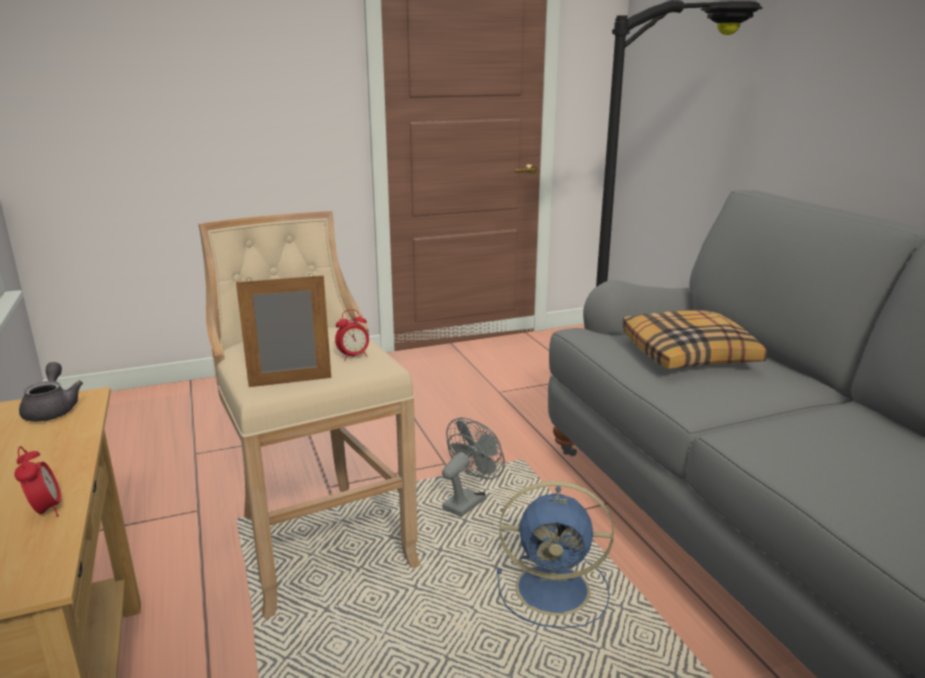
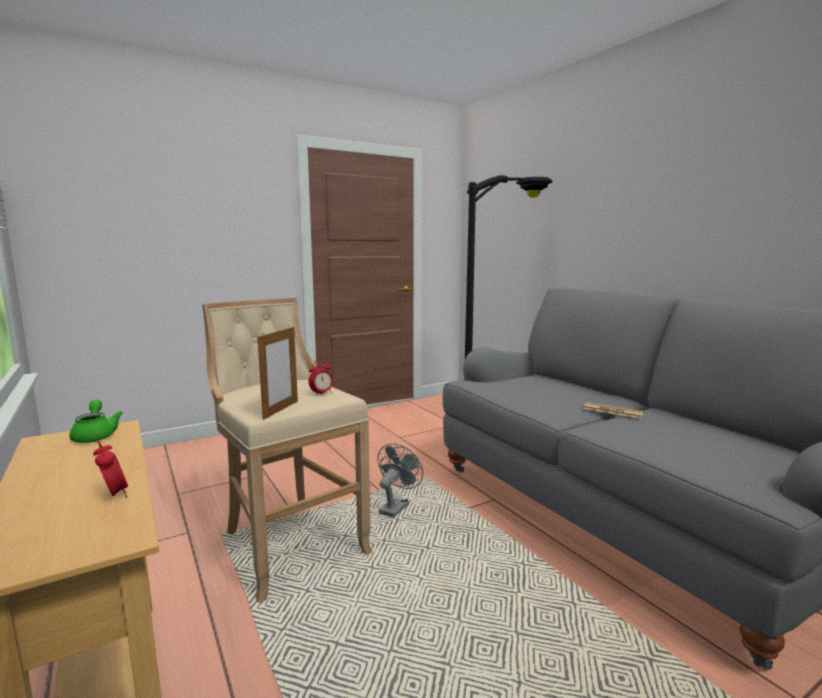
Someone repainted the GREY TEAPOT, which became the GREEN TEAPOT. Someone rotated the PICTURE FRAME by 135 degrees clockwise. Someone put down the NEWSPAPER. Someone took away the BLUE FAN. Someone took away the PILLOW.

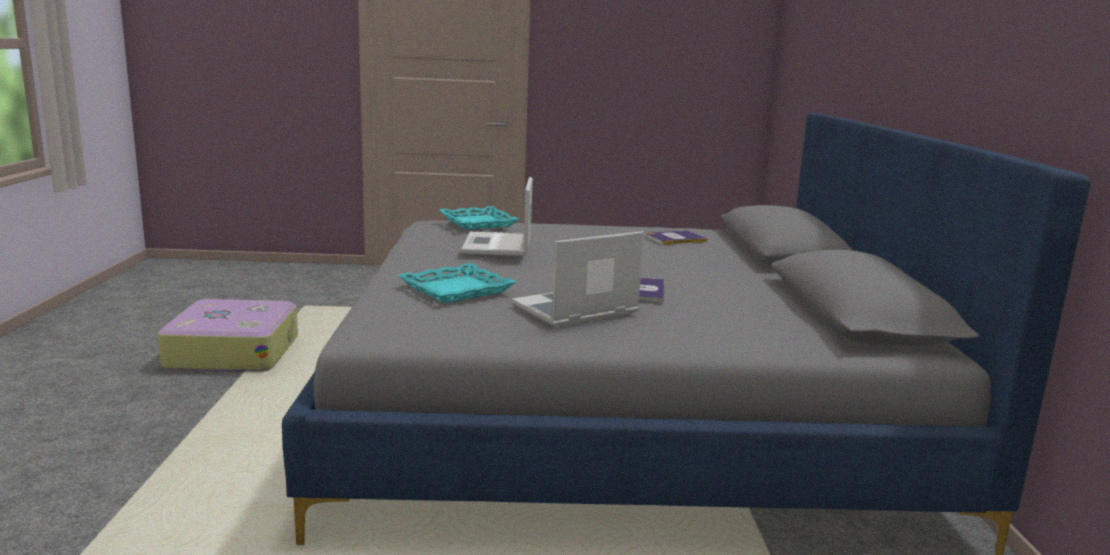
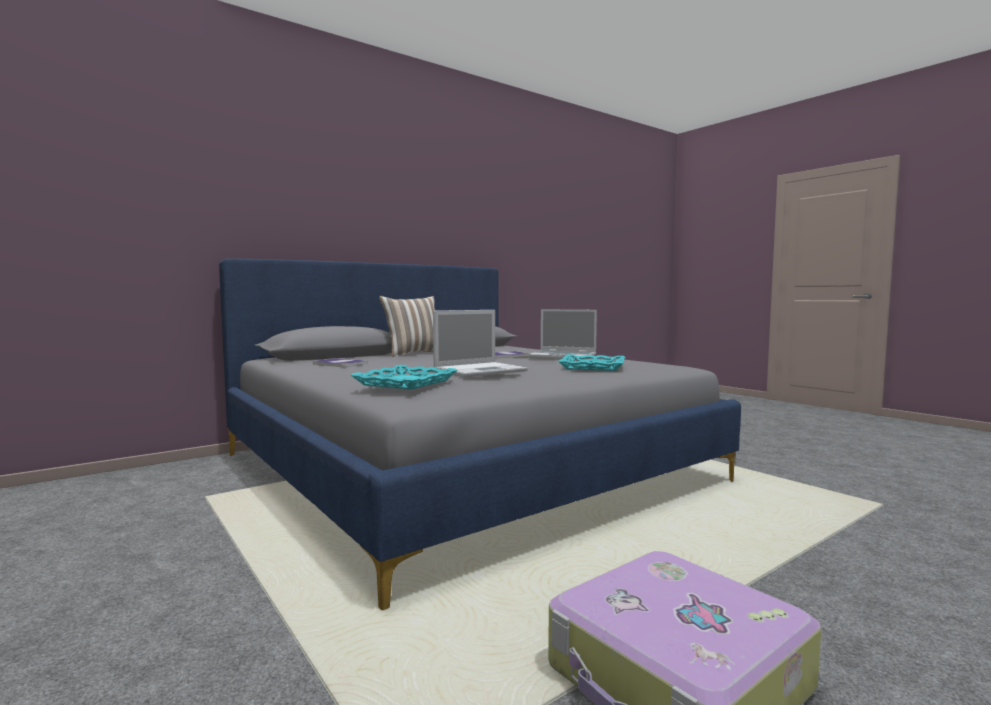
Someone put down the PILLOW.

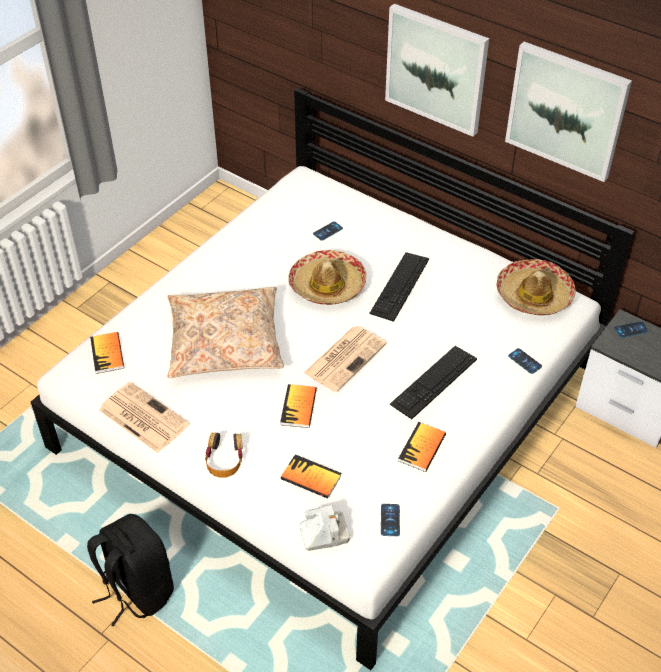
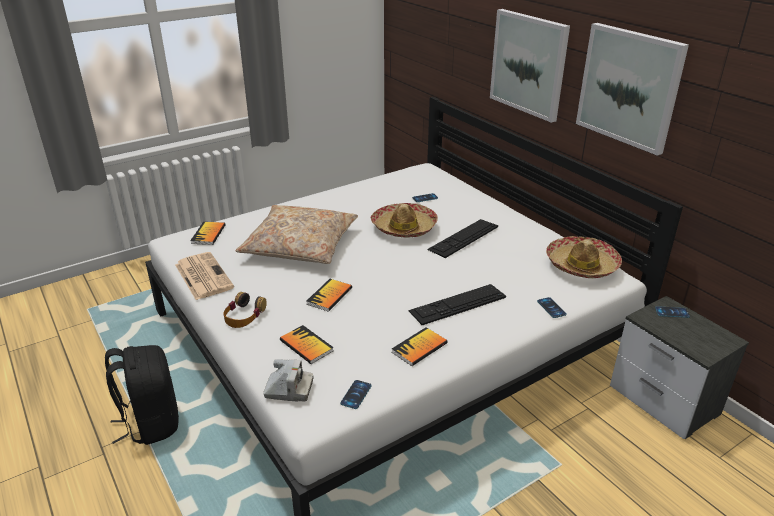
Someone took away the NEWSPAPER (2nd from left).

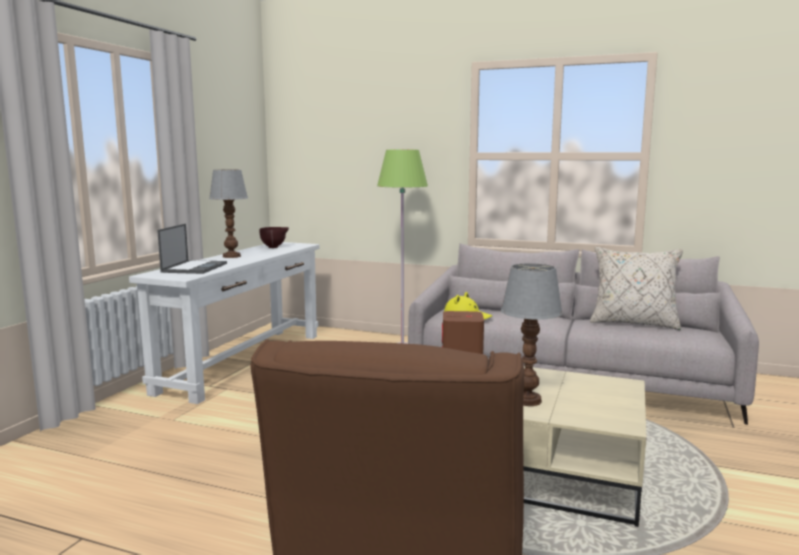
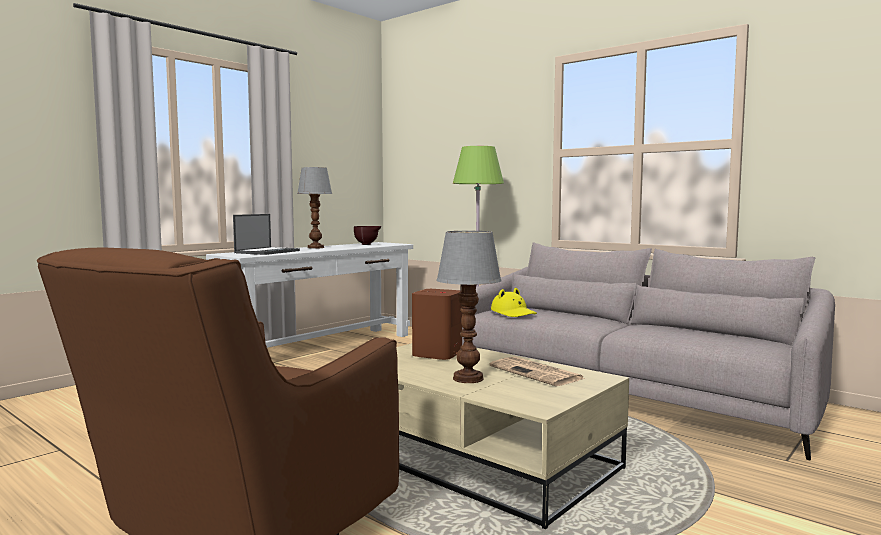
Someone put down the NEWSPAPER. Someone took away the BEIGE PILLOW.

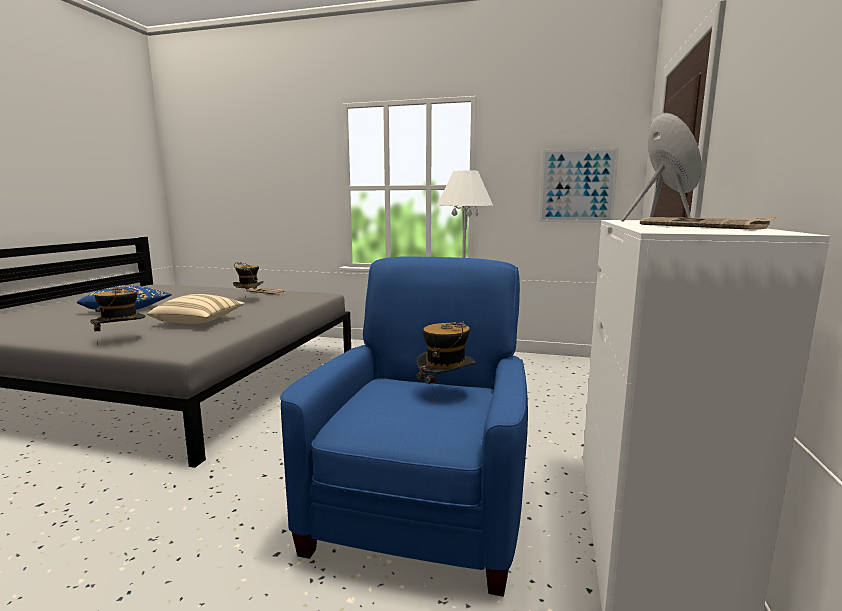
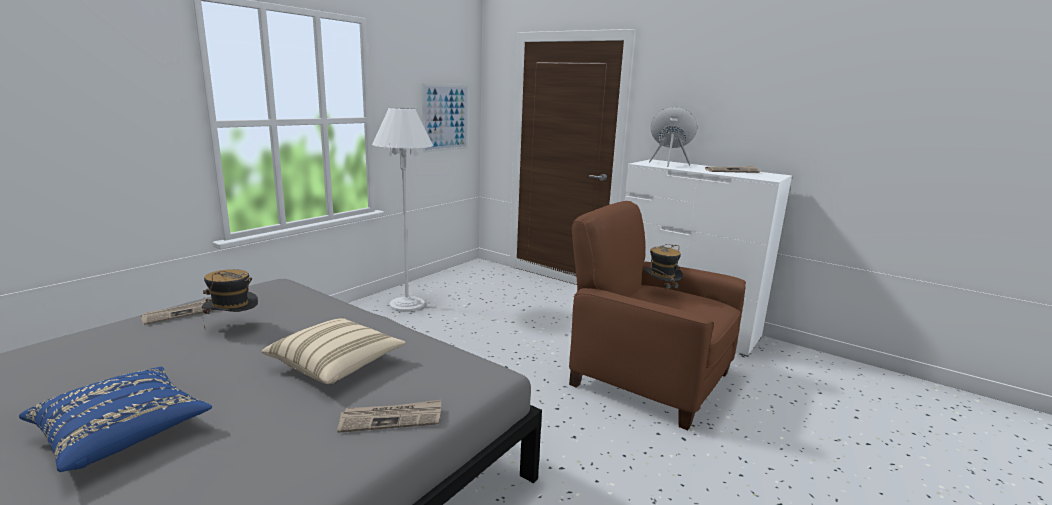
Someone swapped the HAT (1st from left) for the NEWSPAPER (2nd from left). Someone repainted the BLUE ARMCHAIR, which became the BROWN ARMCHAIR.

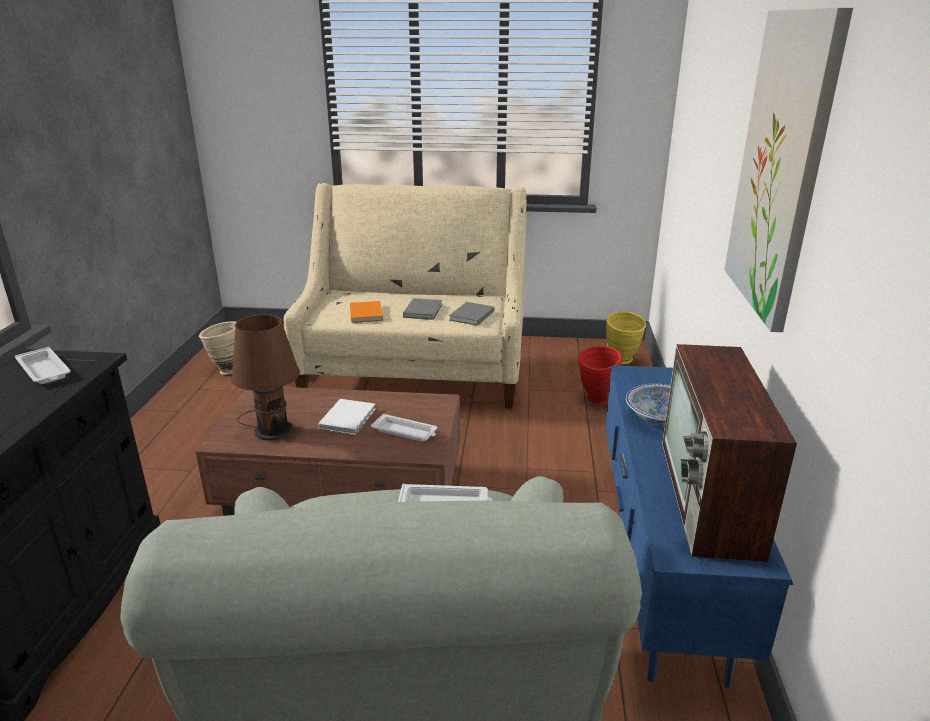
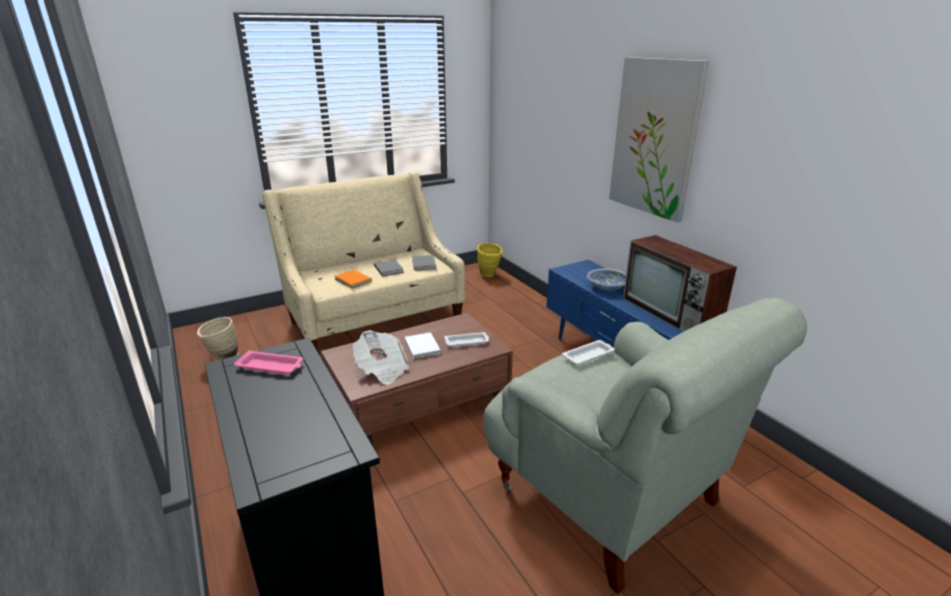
Someone repainted the WHITE TRAY (1st from left), which became the PINK TRAY. Someone swapped the BROWN TABLE LAMP for the NEWSPAPER. Someone took away the RED VASE.

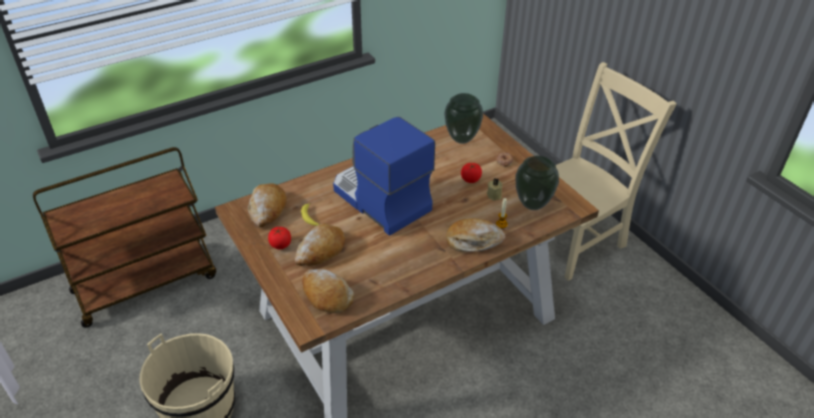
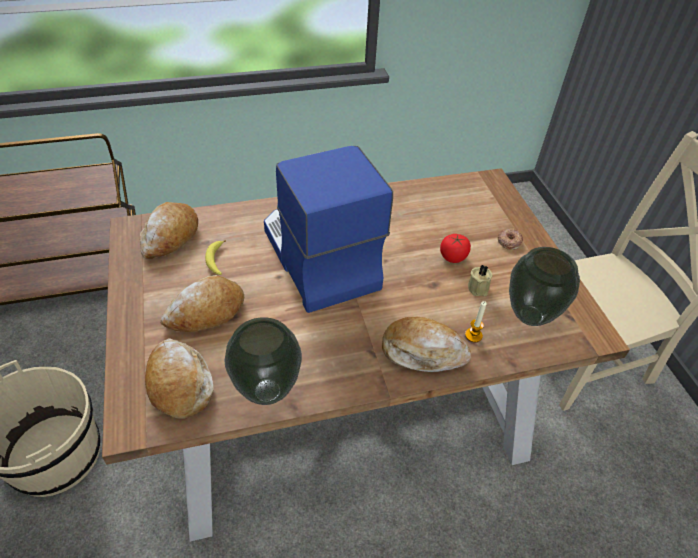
Someone carried the VASE (1st from left). Someone took away the TOMATO (1st from left).

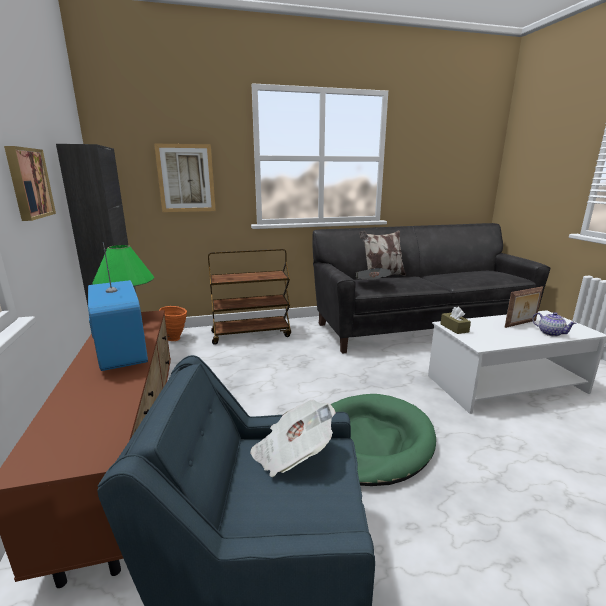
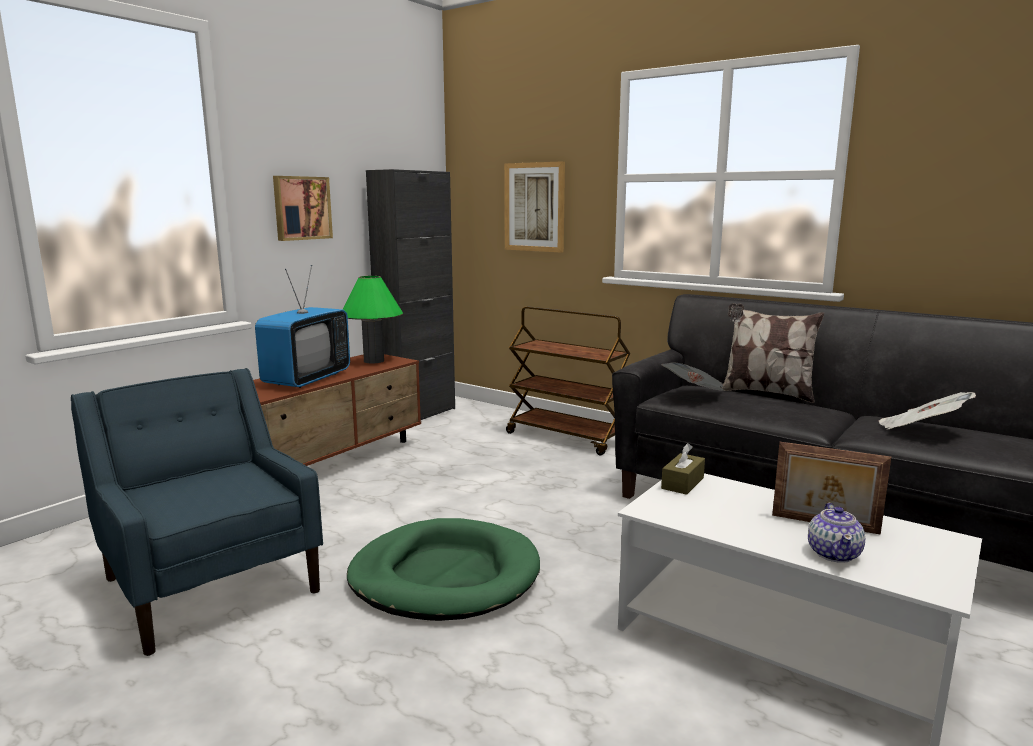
Someone carried the NEWSPAPER (1st from left in the first image). Someone took away the ORANGE VASE.

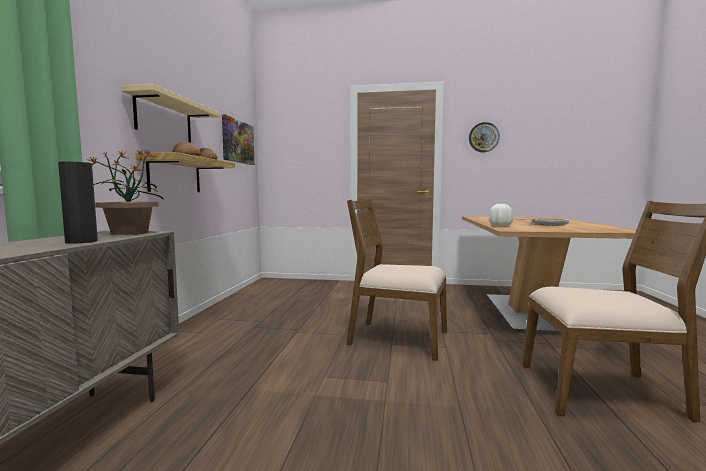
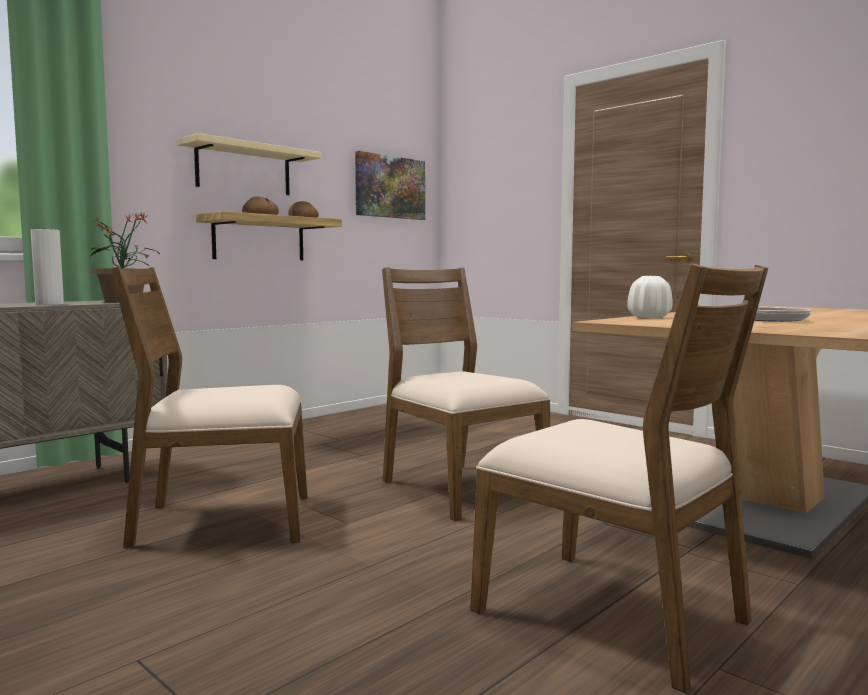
Someone repainted the BLACK VASE, which became the WHITE VASE (1st from left). Someone put down the BROWN CHAIR (1st from left). Someone took away the WALL CLOCK.

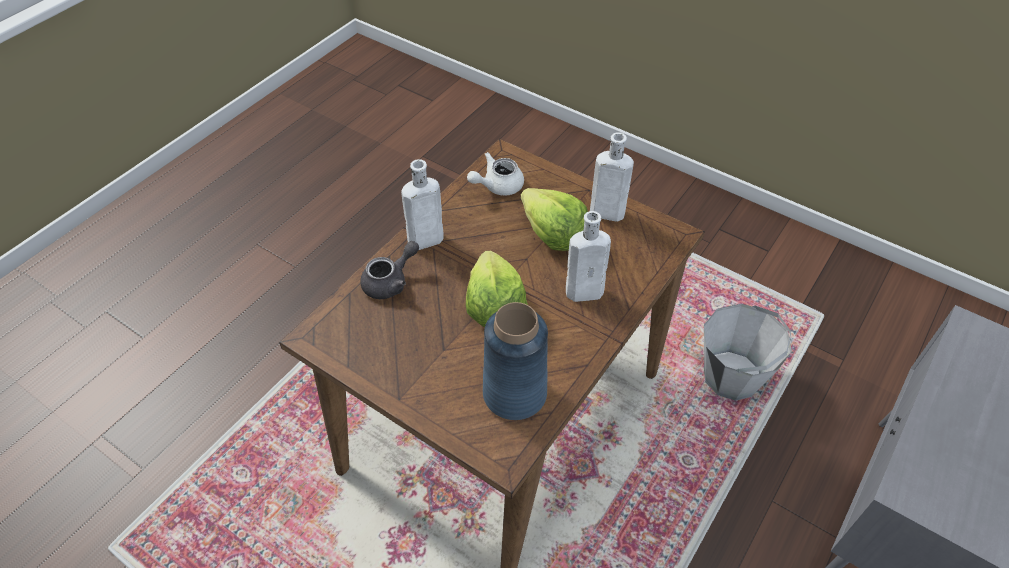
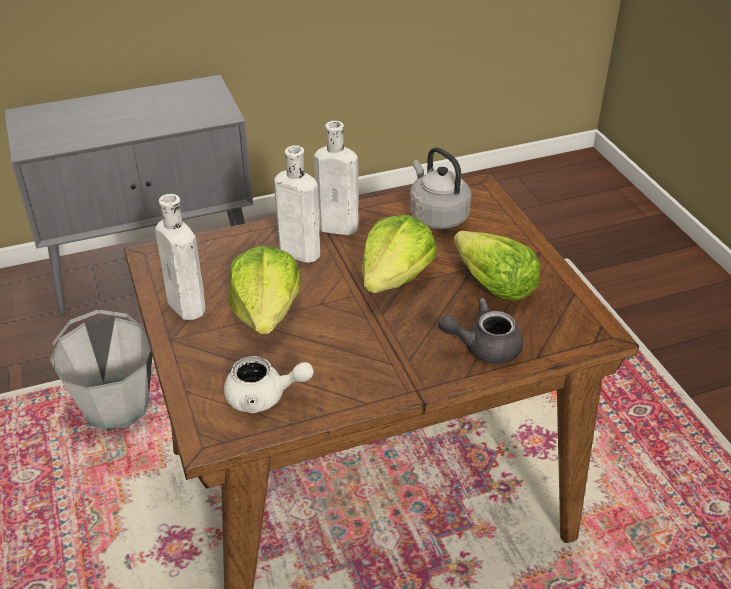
Someone carried the WHITE BOTTLE (1st from left in the first image). Someone swapped the BLUE VASE for the GREY KETTLE. Someone put down the LETTUCE (3rd from left).

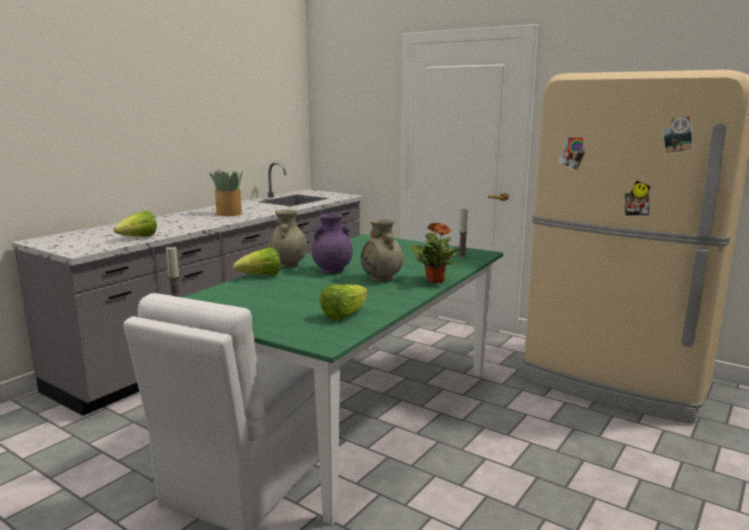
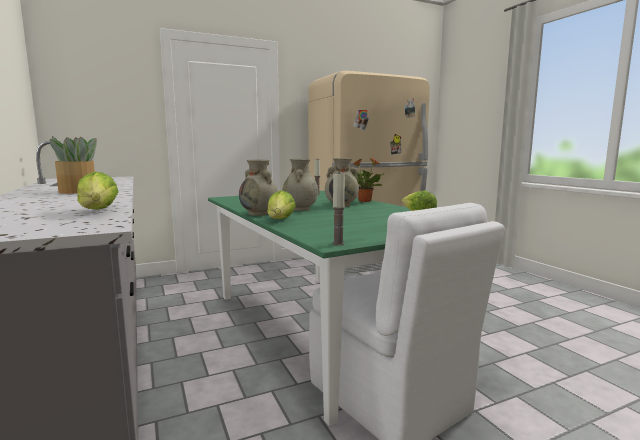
Someone repainted the PURPLE VASE, which became the BEIGE VASE (2nd from left).

